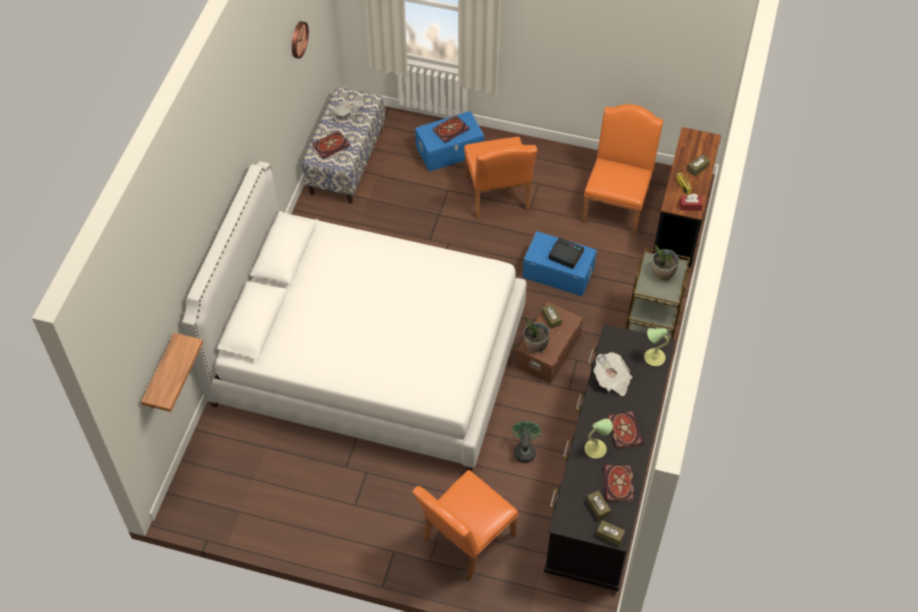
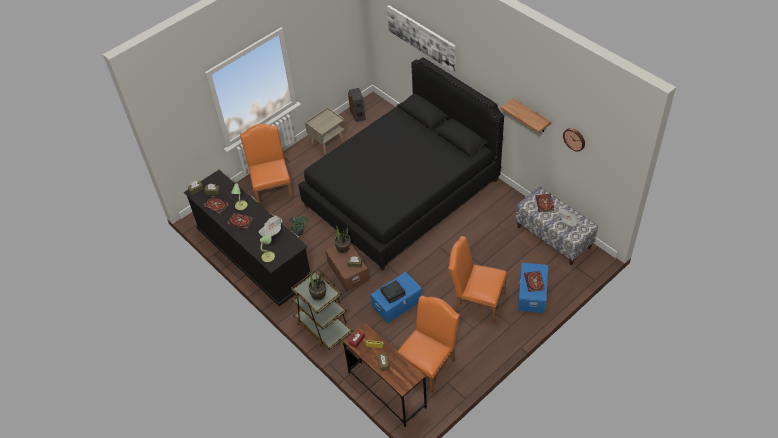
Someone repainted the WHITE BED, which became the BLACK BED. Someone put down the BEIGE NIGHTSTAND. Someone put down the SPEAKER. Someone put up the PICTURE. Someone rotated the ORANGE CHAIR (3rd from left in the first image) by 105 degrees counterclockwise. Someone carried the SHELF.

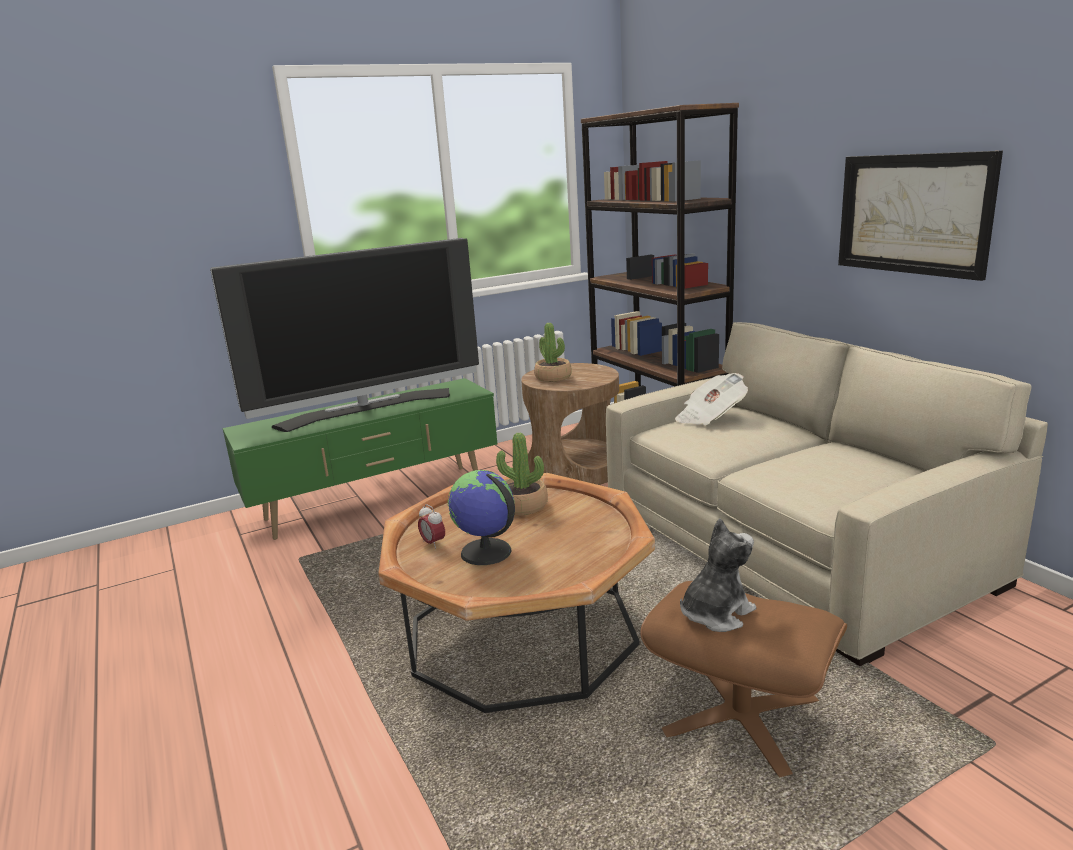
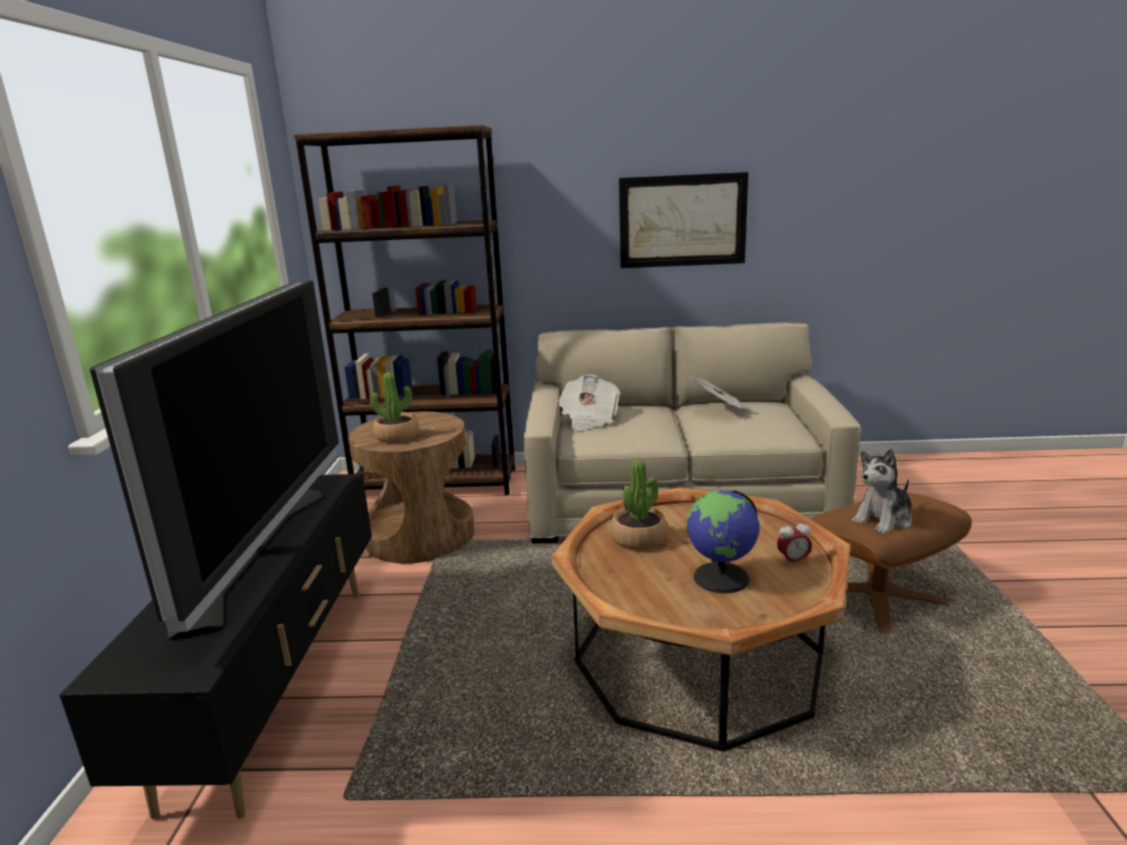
Someone repainted the GREEN TV STAND, which became the BLACK TV STAND. Someone put down the NEWSPAPER (2nd from left). Someone carried the ALARM CLOCK. Someone rotated the PLUSH TOY by 120 degrees counterclockwise.

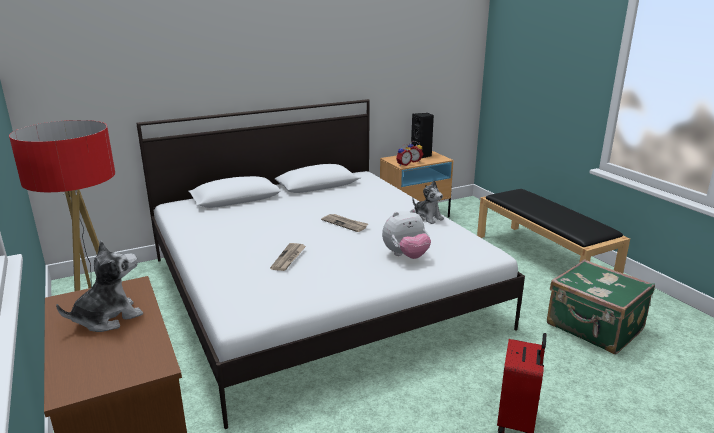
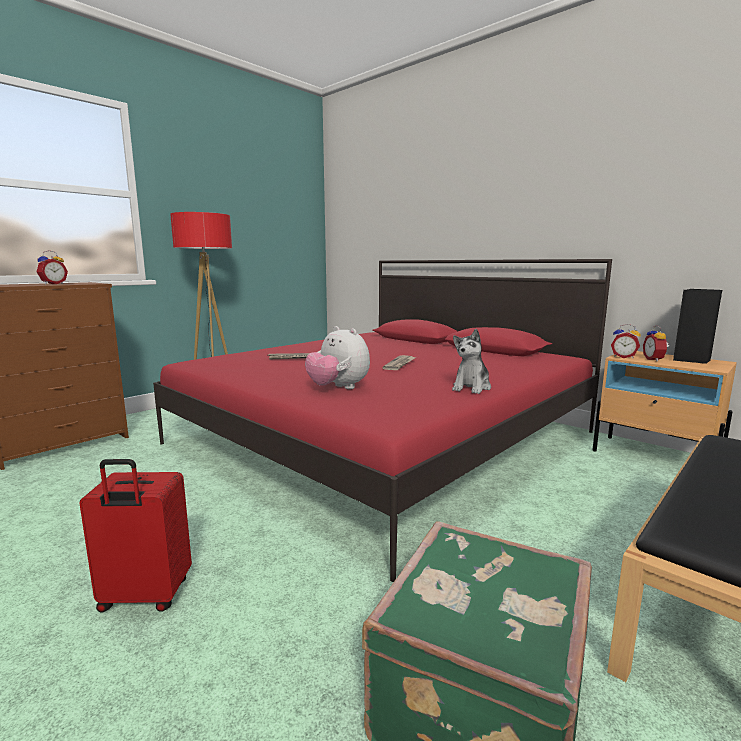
Someone swapped the PLUSH TOY (1st from left) for the ALARM CLOCK (1st from left). Someone repainted the WHITE BED, which became the RED BED.

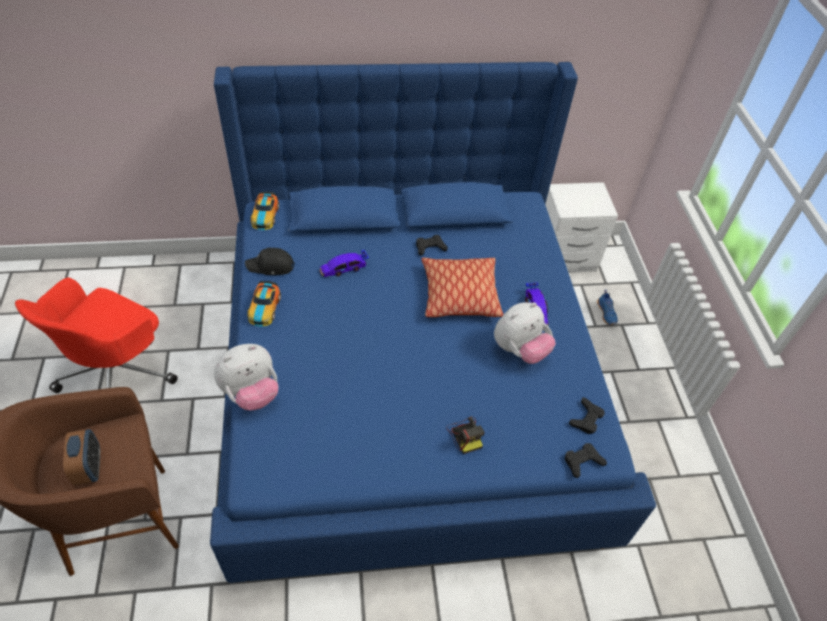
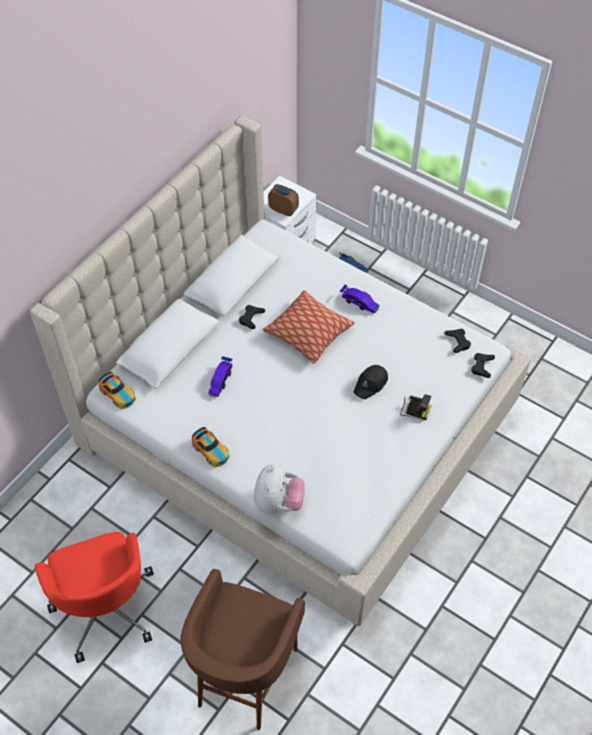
Someone repainted the BLUE BED, which became the BEIGE BED. Someone carried the ALARM CLOCK. Someone carried the BLACK CAP. Someone took away the PLUSH TOY (2nd from left).

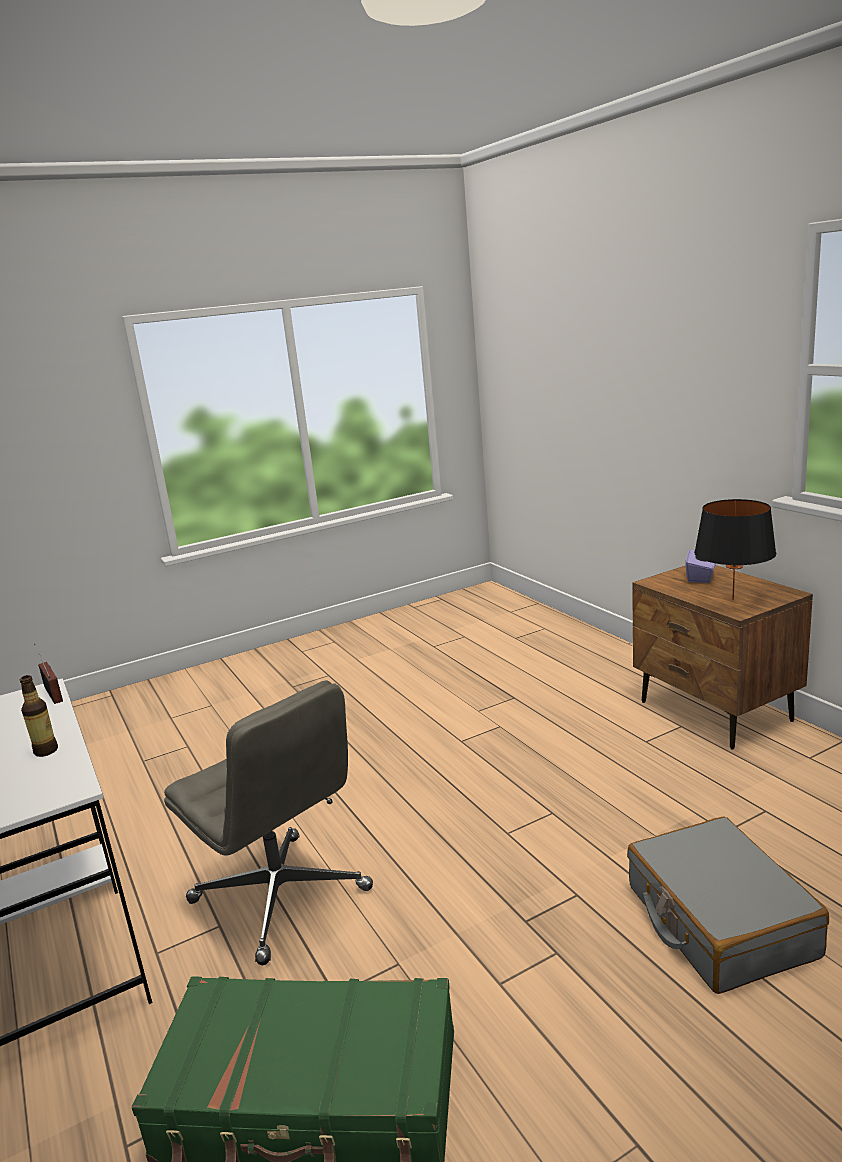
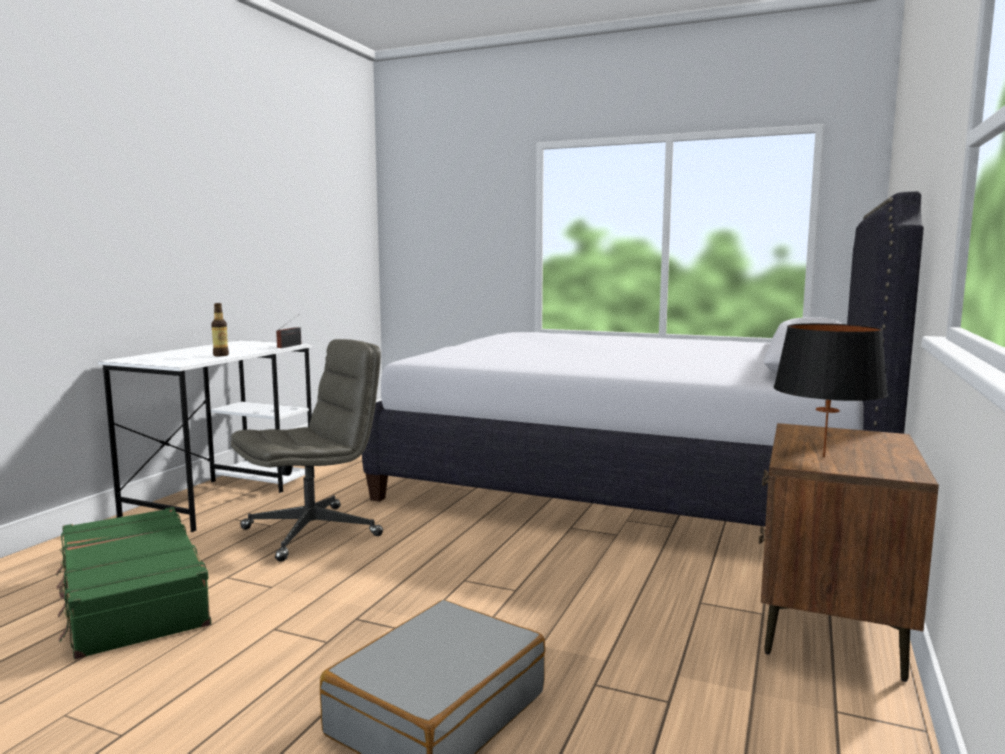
Someone rotated the GREY OFFICE CHAIR by 135 degrees counterclockwise. Someone put down the WHITE BED. Someone took away the PURPLE TISSUE BOX.

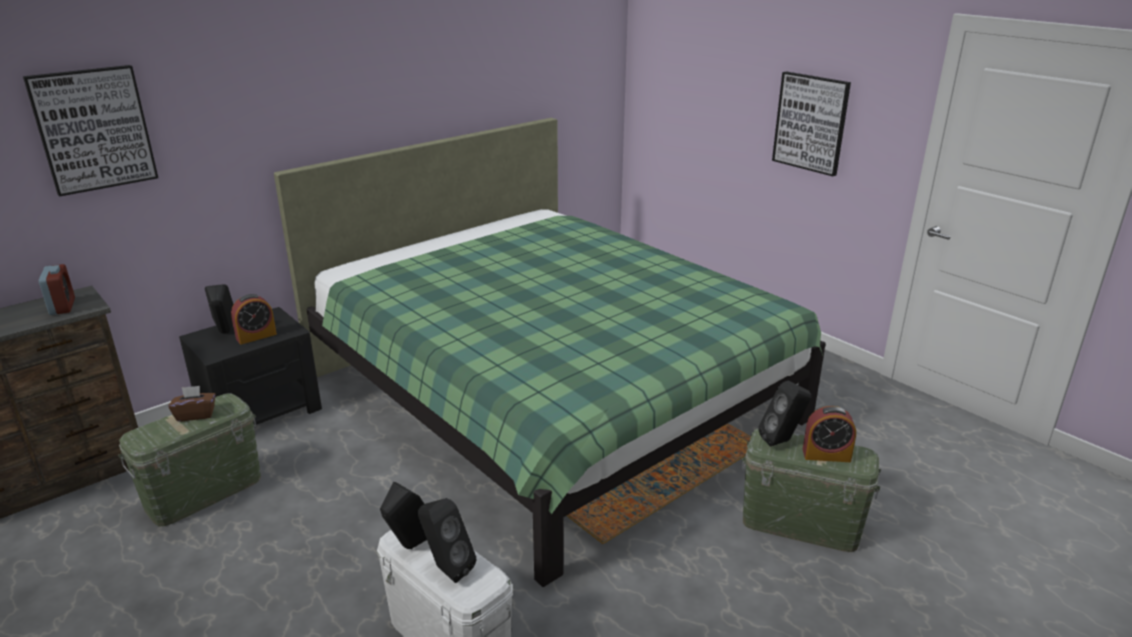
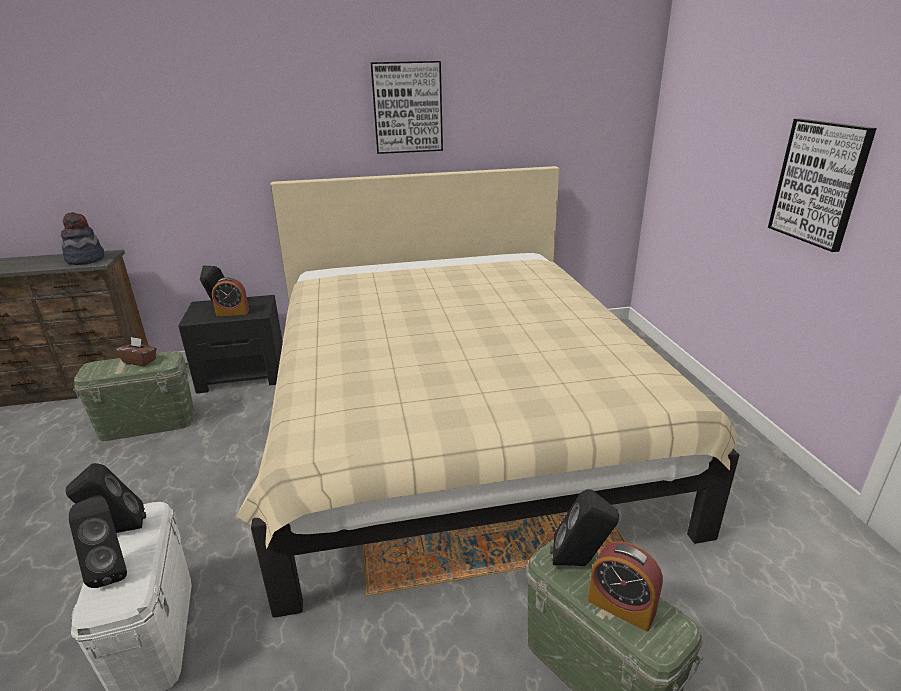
Someone swapped the ALARM CLOCK (1st from left) for the HAT. Someone repainted the GREEN BED, which became the BEIGE BED. Someone carried the PICTURE (1st from left).

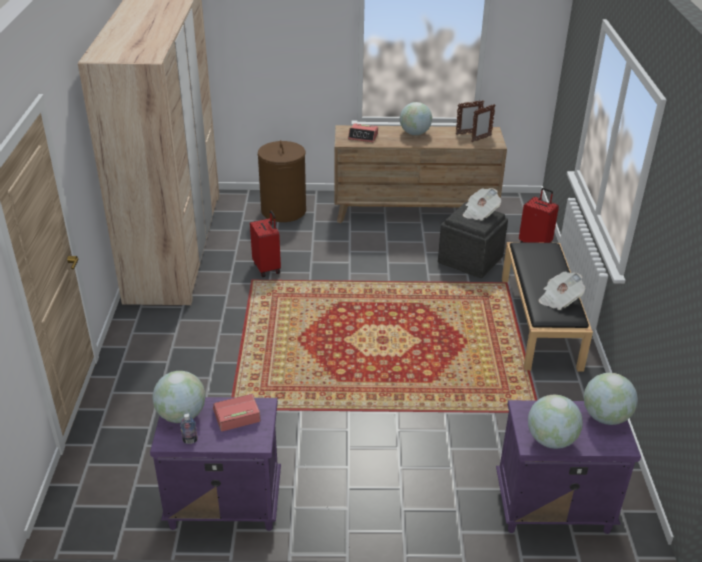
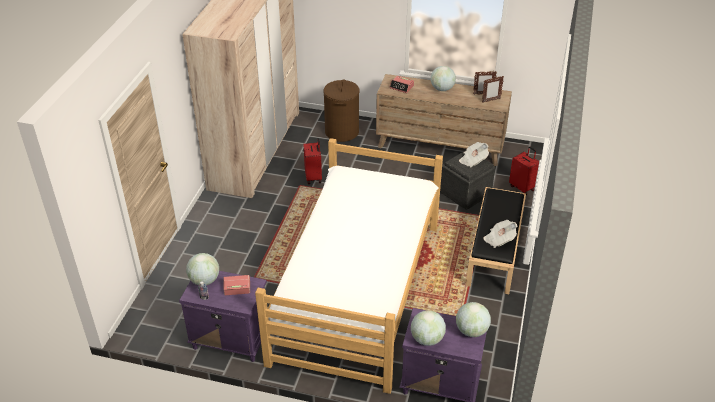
Someone put down the BED.

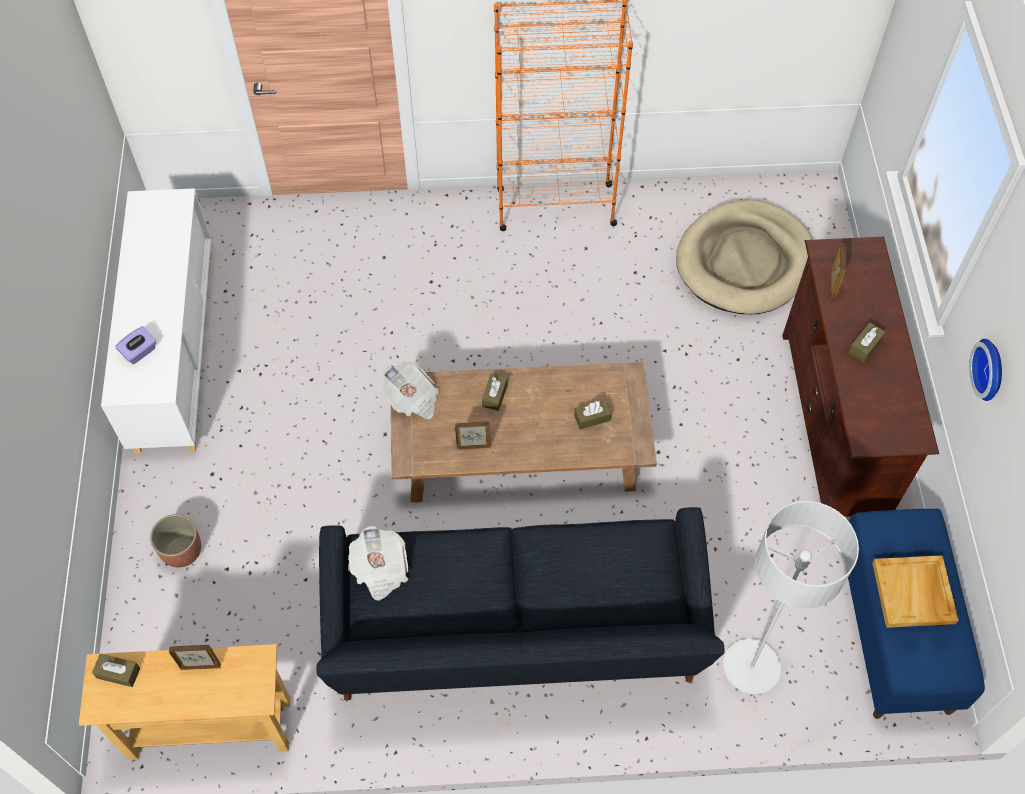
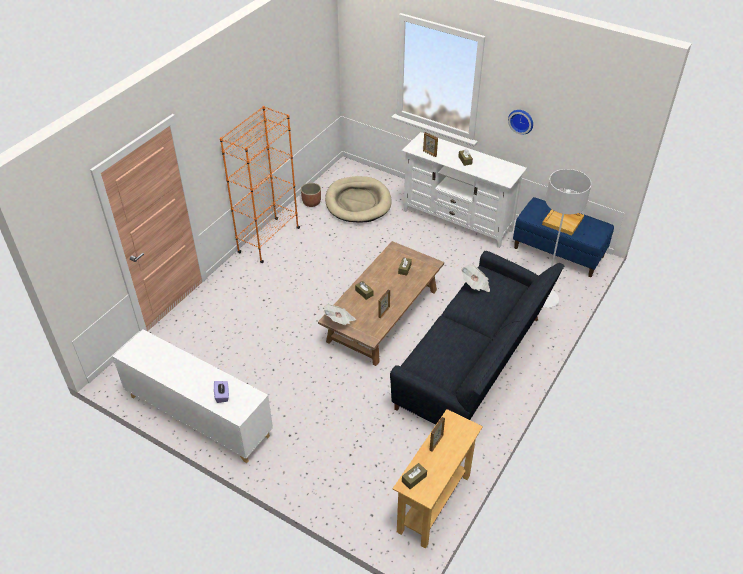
Someone carried the PLANTER. Someone repainted the BROWN TV STAND, which became the WHITE TV STAND. Someone carried the NEWSPAPER (1st from left in the first image).

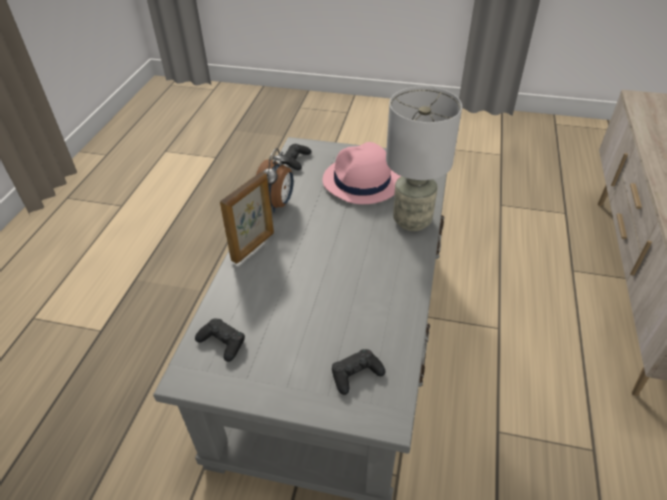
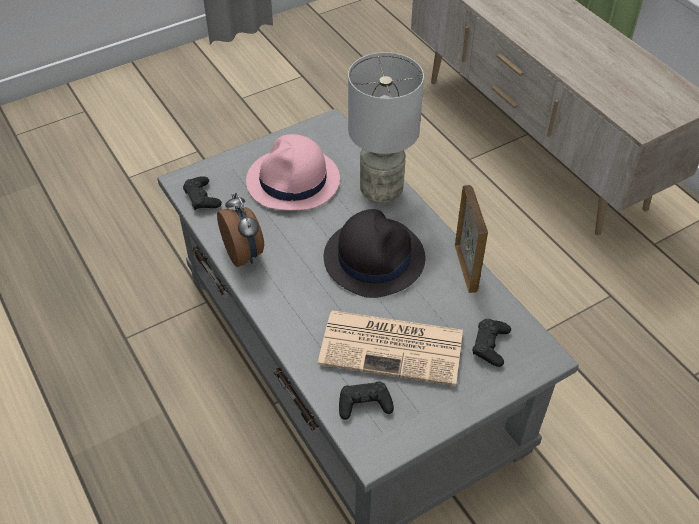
Someone put down the NEWSPAPER. Someone put down the BLACK HAT. Someone carried the PICTURE FRAME.

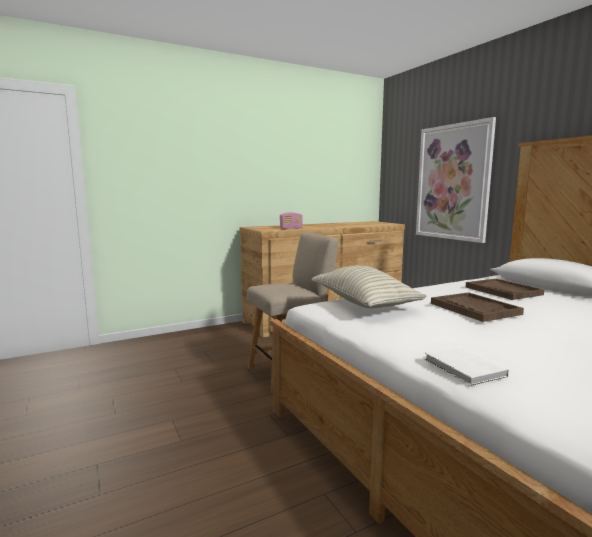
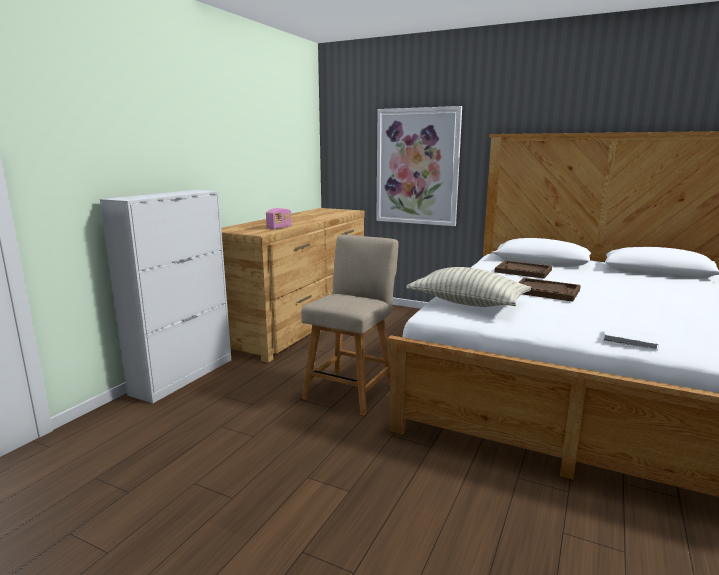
Someone put down the WHITE CABINET.

